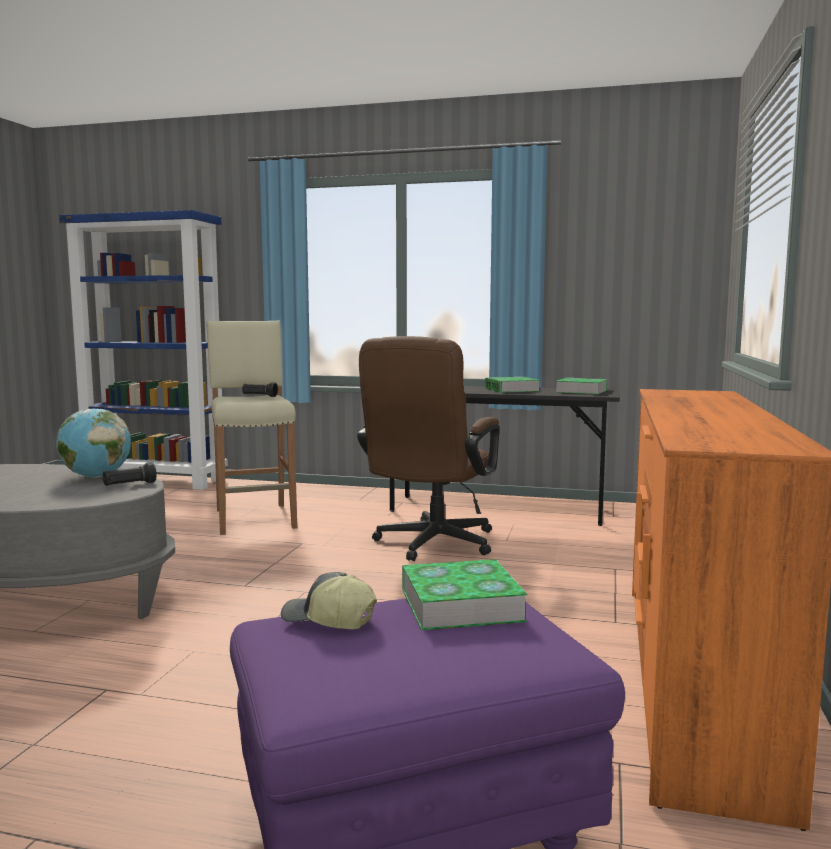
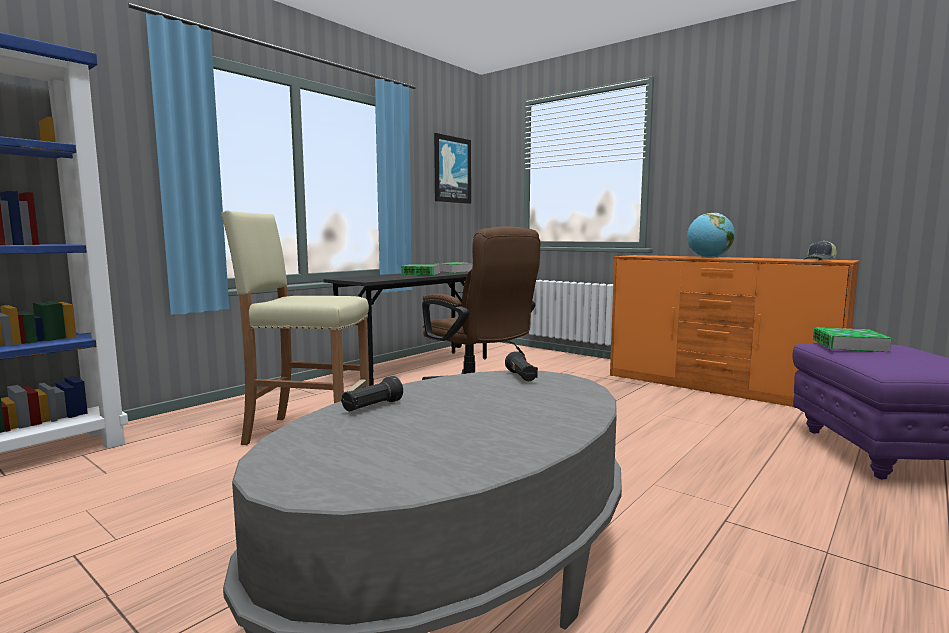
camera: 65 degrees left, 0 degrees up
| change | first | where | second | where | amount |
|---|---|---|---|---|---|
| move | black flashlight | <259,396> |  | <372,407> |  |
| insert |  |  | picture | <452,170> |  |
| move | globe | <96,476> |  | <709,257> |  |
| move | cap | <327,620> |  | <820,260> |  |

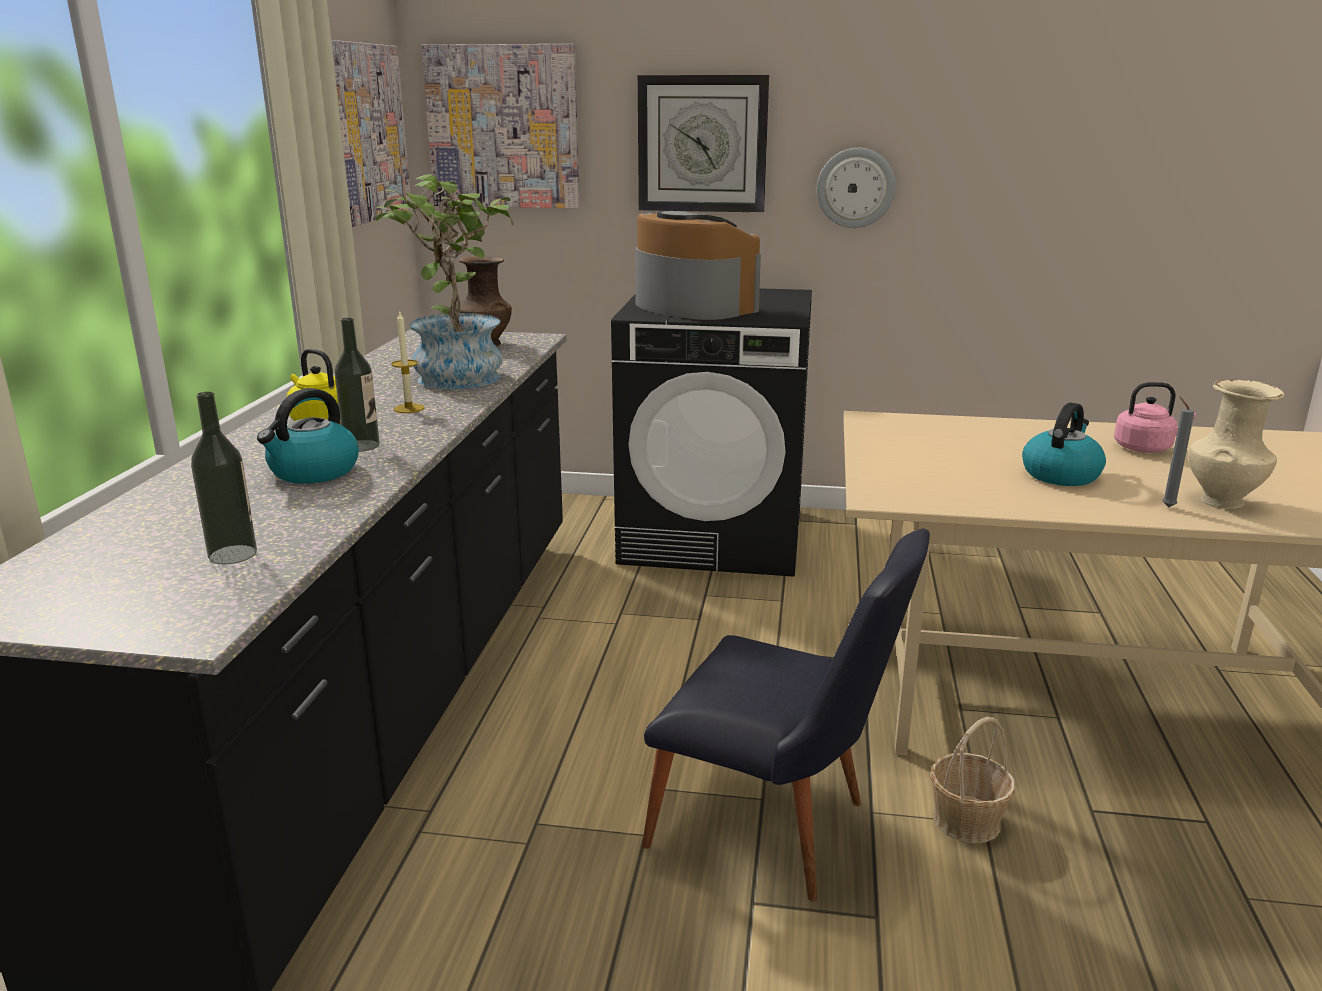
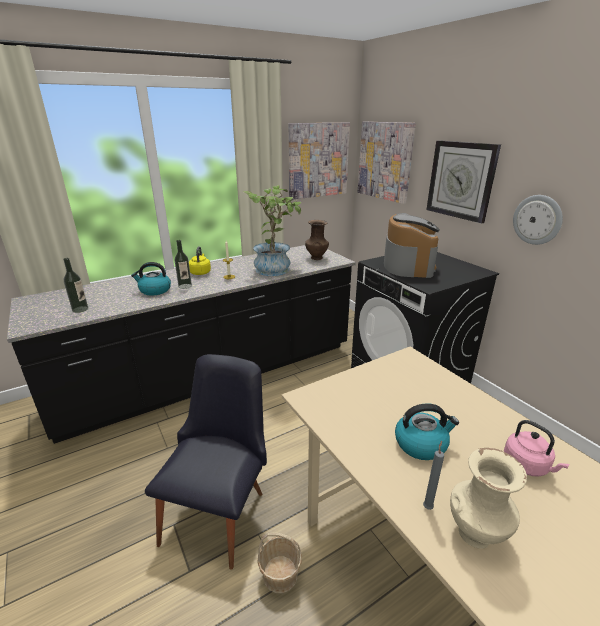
camera: 50 degrees right, 5 degrees up
| change | first | where | second | where | amount |
|---|---|---|---|---|---|
| rotate | black chair | <777,832> |  | <220,509> | 150 degrees counterclockwise |

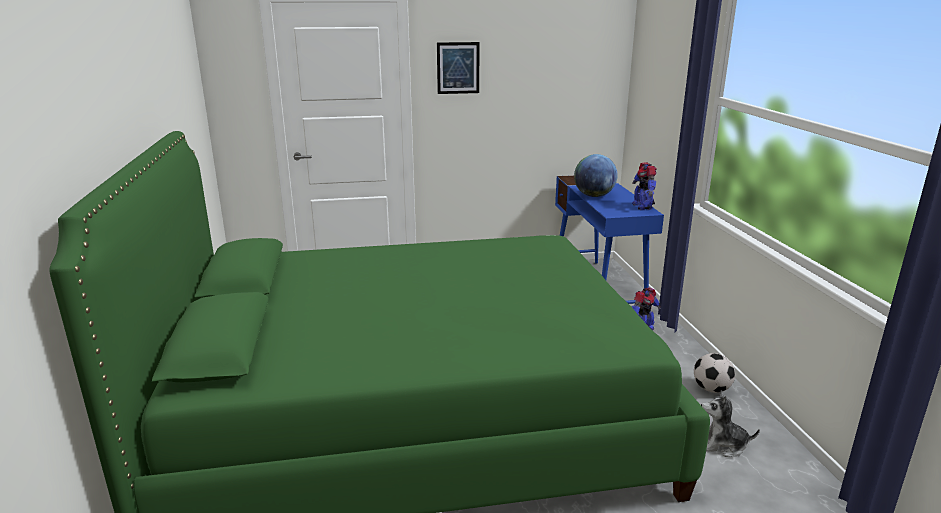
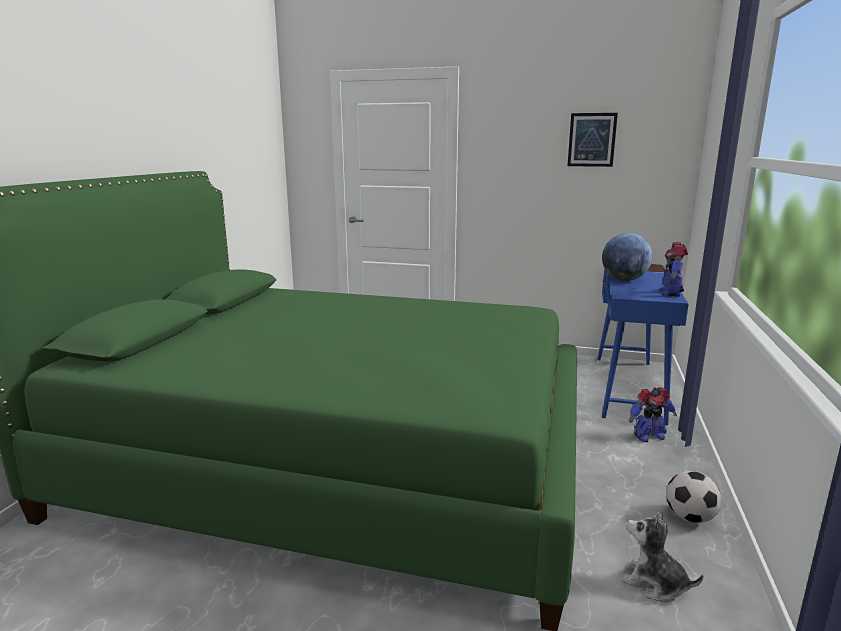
camera: 25 degrees right, 5 degrees down
| change | first | where | second | where | amount |
|---|---|---|---|---|---|
| move | picture | <458,68> |  | <591,140> |  |

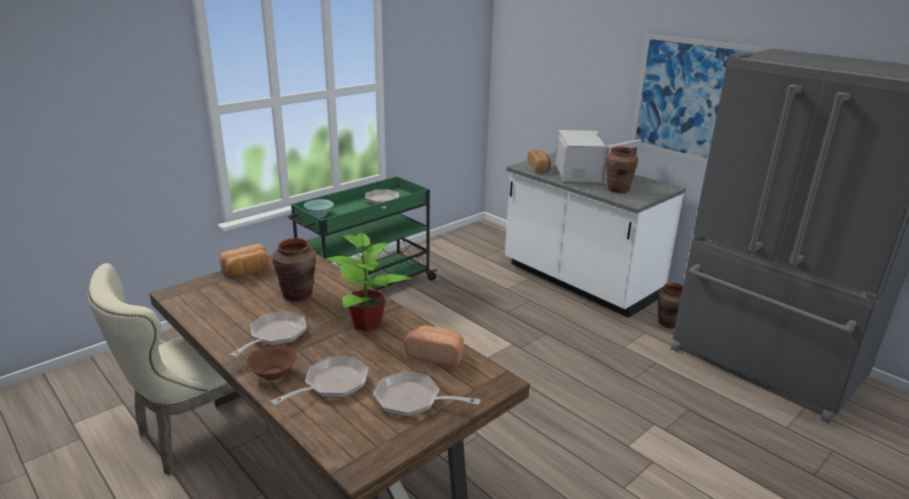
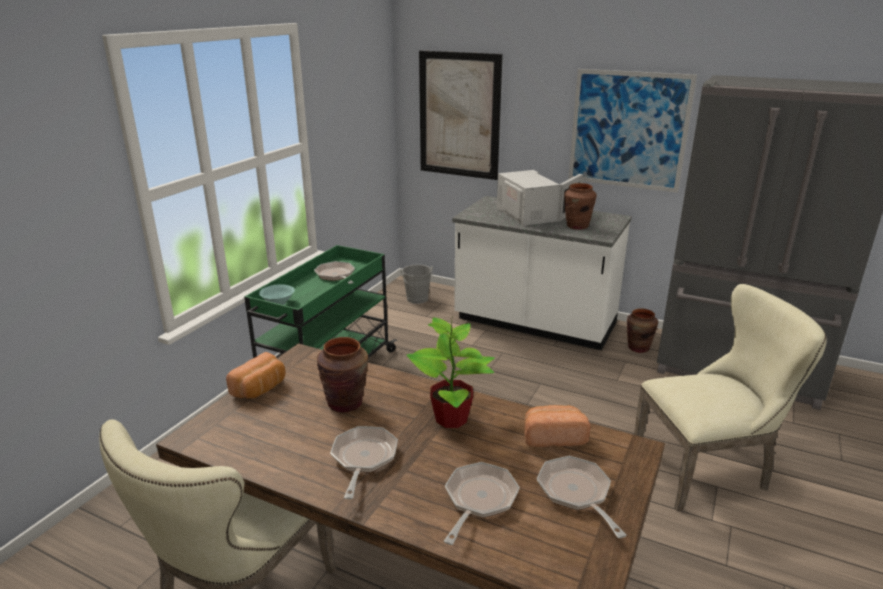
camera: 20 degrees left, 0 degrees up
| change | first | where | second | where | amount |
|---|---|---|---|---|---|
| insert |  |  | grey bucket | <418,300> |  |
| insert |  |  | picture | <459,115> |  |
| rotate | frying pan | <413,400> |  | <576,493> | 75 degrees clockwise |
| insert |  |  | beige chair | <707,469> |  |
| delete | brown bowl | <273,374> |  |  |  |
| delete | bread | <539,168> |  |  |  |

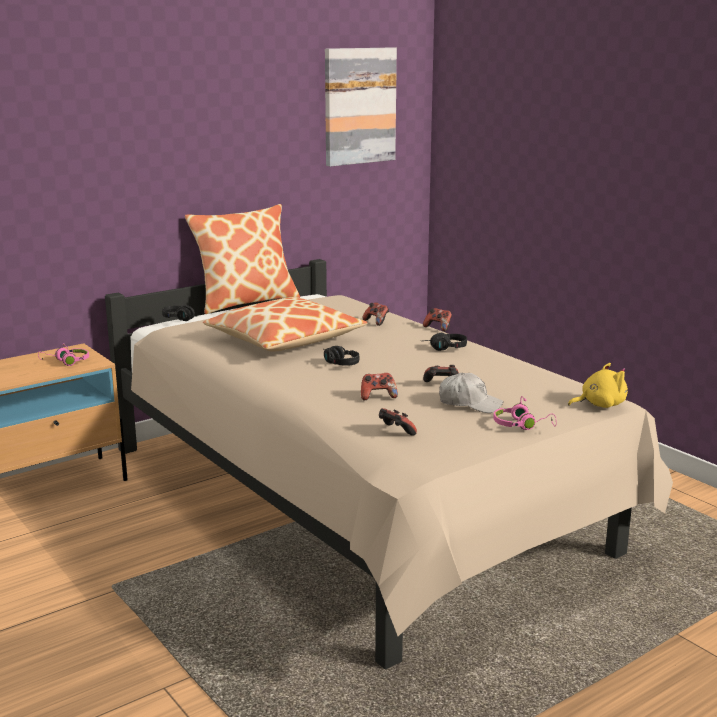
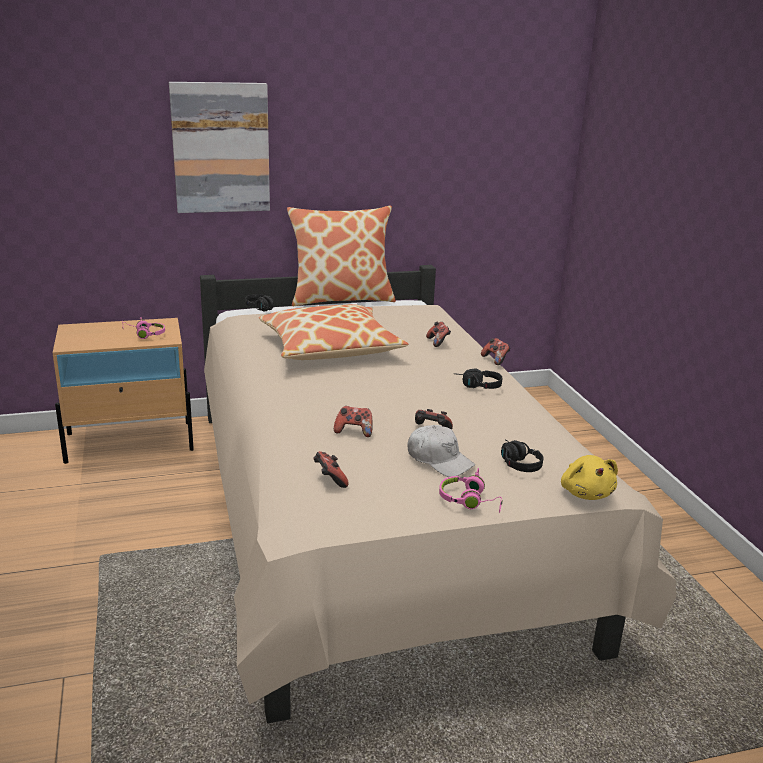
camera: 20 degrees right, 5 degrees up
| change | first | where | second | where | amount |
|---|---|---|---|---|---|
| move | picture | <359,106> |  | <221,148> |  |
| move | black headphones | <337,363> |  | <516,462> |  |
| rotate | yellow plush toy | <600,405> |  | <586,493> | 75 degrees clockwise |

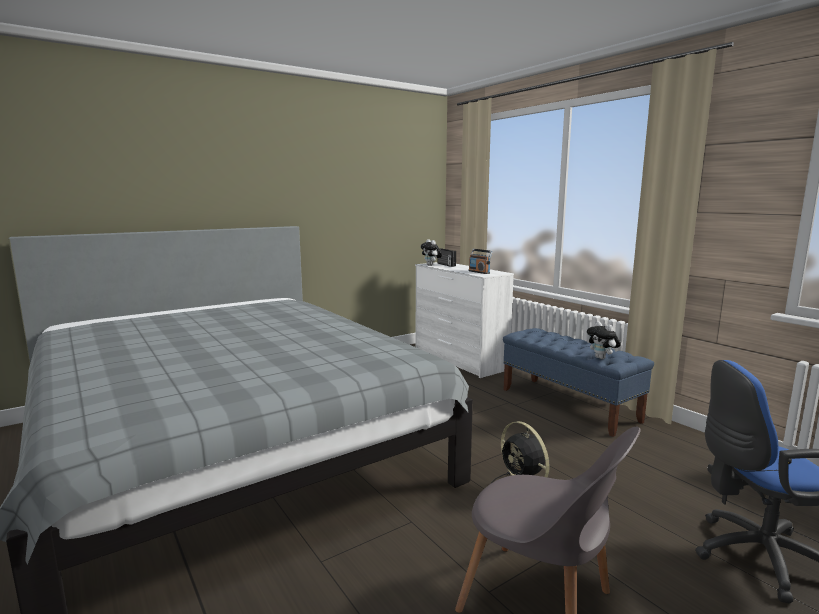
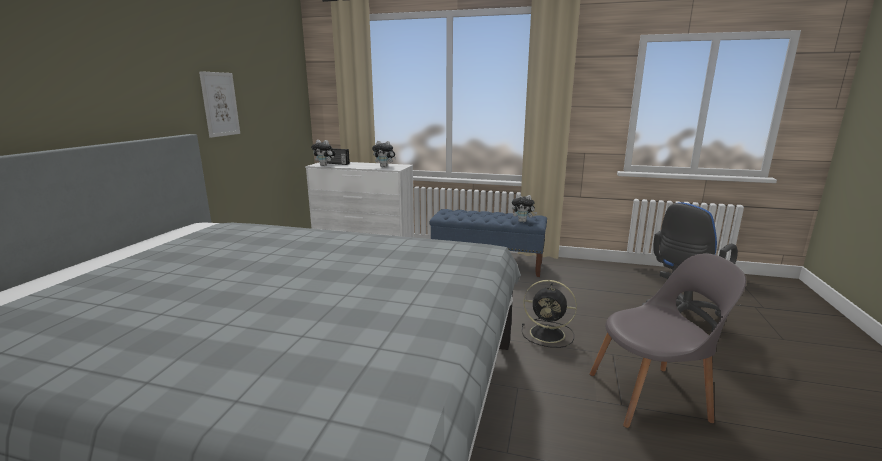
camera: 40 degrees left, 5 degrees up
| change | first | where | second | where | amount |
|---|---|---|---|---|---|
| insert |  |  | picture | <220,104> |  |
| replace | radio | <479,272> | plush toy | <385,167> |  |

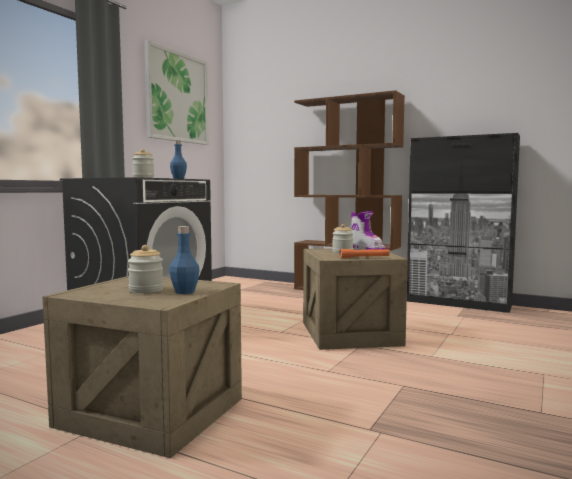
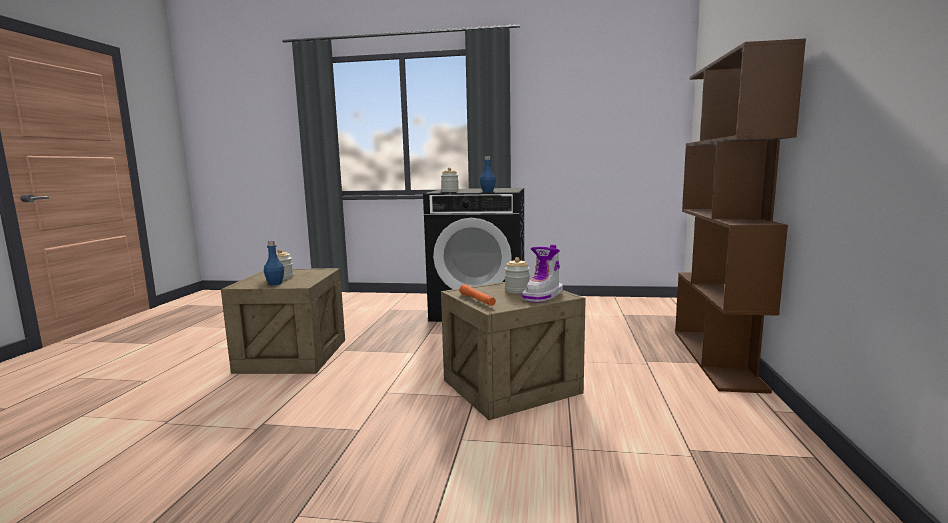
camera: 70 degrees right, 5 degrees up
| change | first | where | second | where | amount |
|---|---|---|---|---|---|
| delete | picture | <177,97> |  |  |  |
| delete | black cabinet | <458,303> |  |  |  |

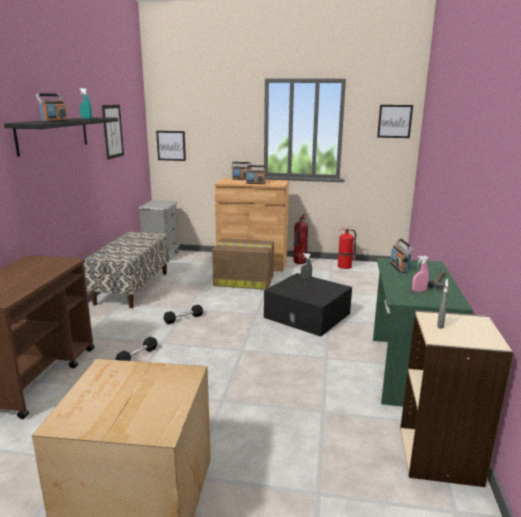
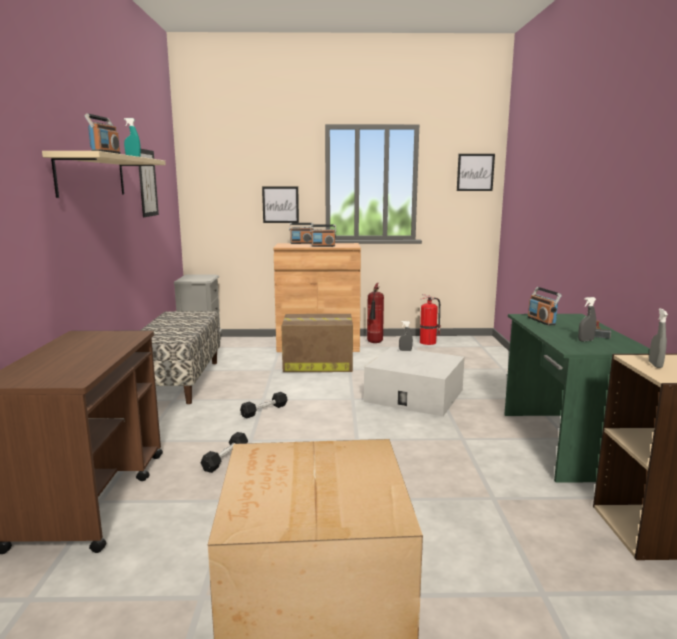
camera: 10 degrees left, 5 degrees down
| change | first | where | second | where | amount |
|---|---|---|---|---|---|
| recolor | black shelf | <54,134> | beige shelf | <92,176> |  |
| move | picture | <171,145> |  | <280,204> |  |
| recolor | black storage box | <307,315> | white storage box | <414,395> |  |
| recolor | pink spray bottle | <419,291> | grey spray bottle | <585,340> |  |

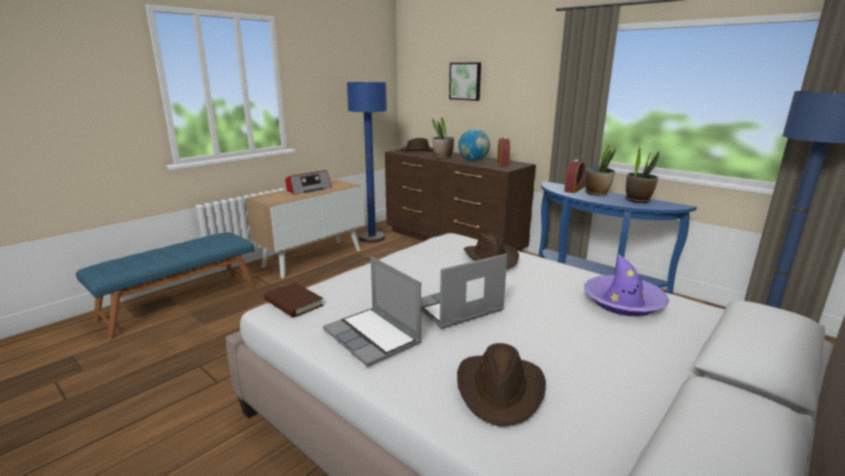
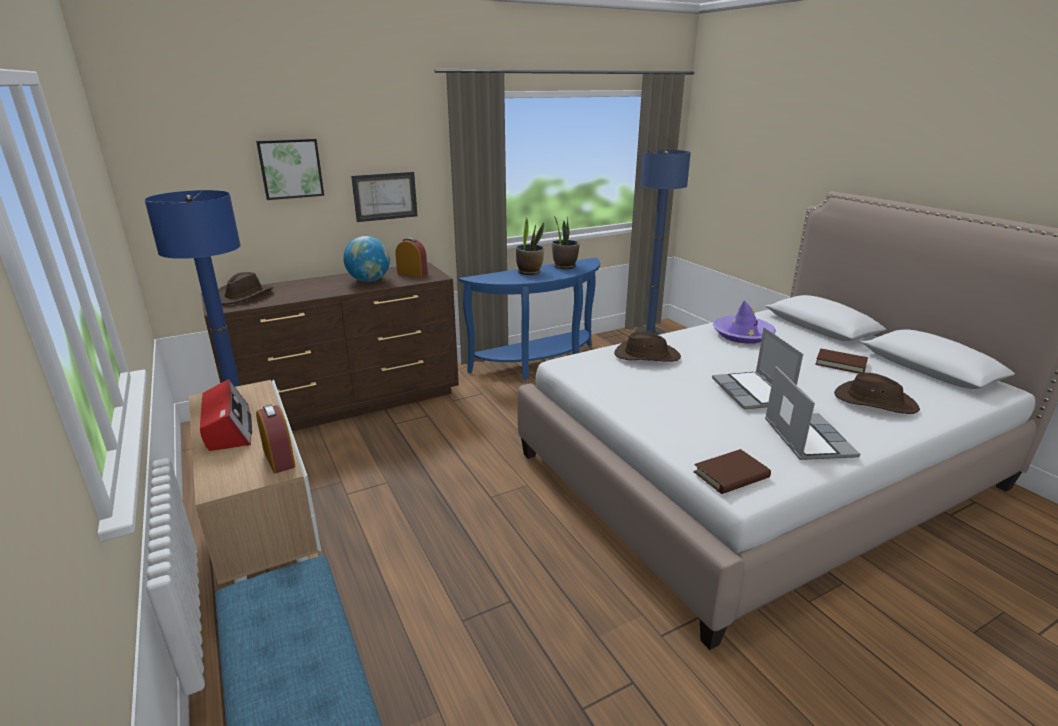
camera: 70 degrees left, 5 degrees up
| change | first | where | second | where | amount |
|---|---|---|---|---|---|
| move | alarm clock | <573,190> |  | <279,459> |  |
| insert |  |  | picture | <385,196> |  |
| rotate | laptop | <373,337> |  | <806,437> | 75 degrees counterclockwise |
| insert |  |  | brown book | <840,364> |  |
| delete | potted plant | <442,157> |  |  |  |

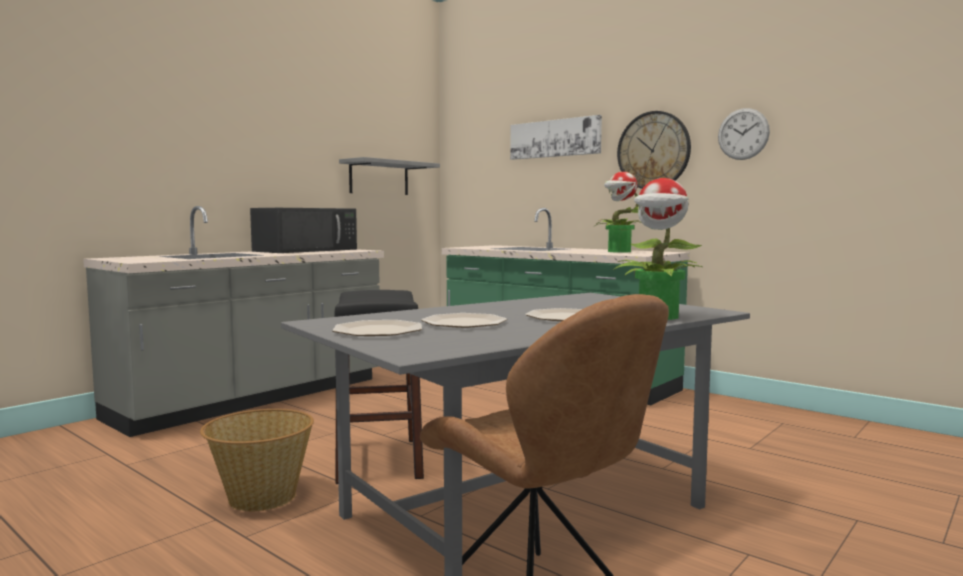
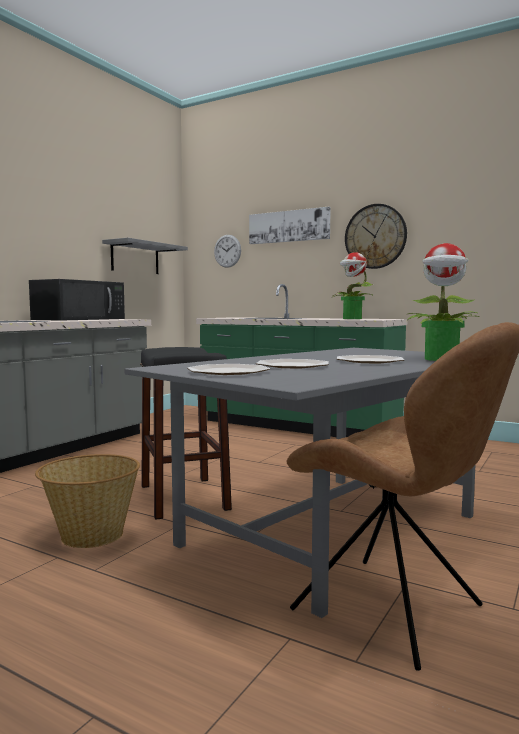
camera: 10 degrees left, 0 degrees up
| change | first | where | second | where | amount |
|---|---|---|---|---|---|
| move | wall clock | <743,134> |  | <227,251> |  |

